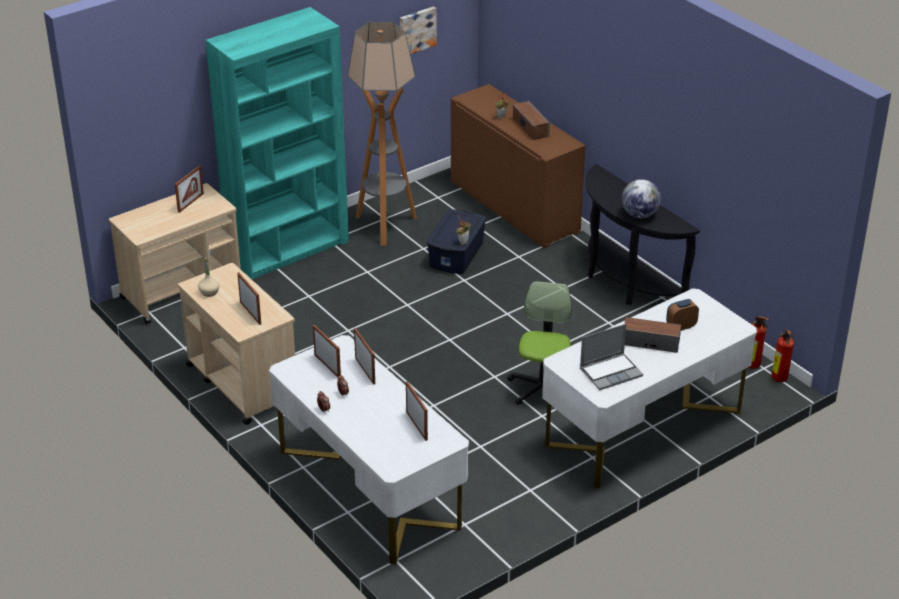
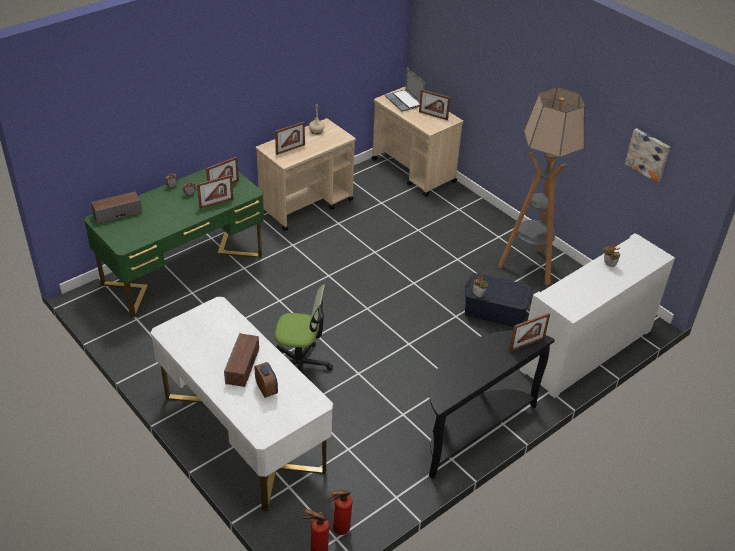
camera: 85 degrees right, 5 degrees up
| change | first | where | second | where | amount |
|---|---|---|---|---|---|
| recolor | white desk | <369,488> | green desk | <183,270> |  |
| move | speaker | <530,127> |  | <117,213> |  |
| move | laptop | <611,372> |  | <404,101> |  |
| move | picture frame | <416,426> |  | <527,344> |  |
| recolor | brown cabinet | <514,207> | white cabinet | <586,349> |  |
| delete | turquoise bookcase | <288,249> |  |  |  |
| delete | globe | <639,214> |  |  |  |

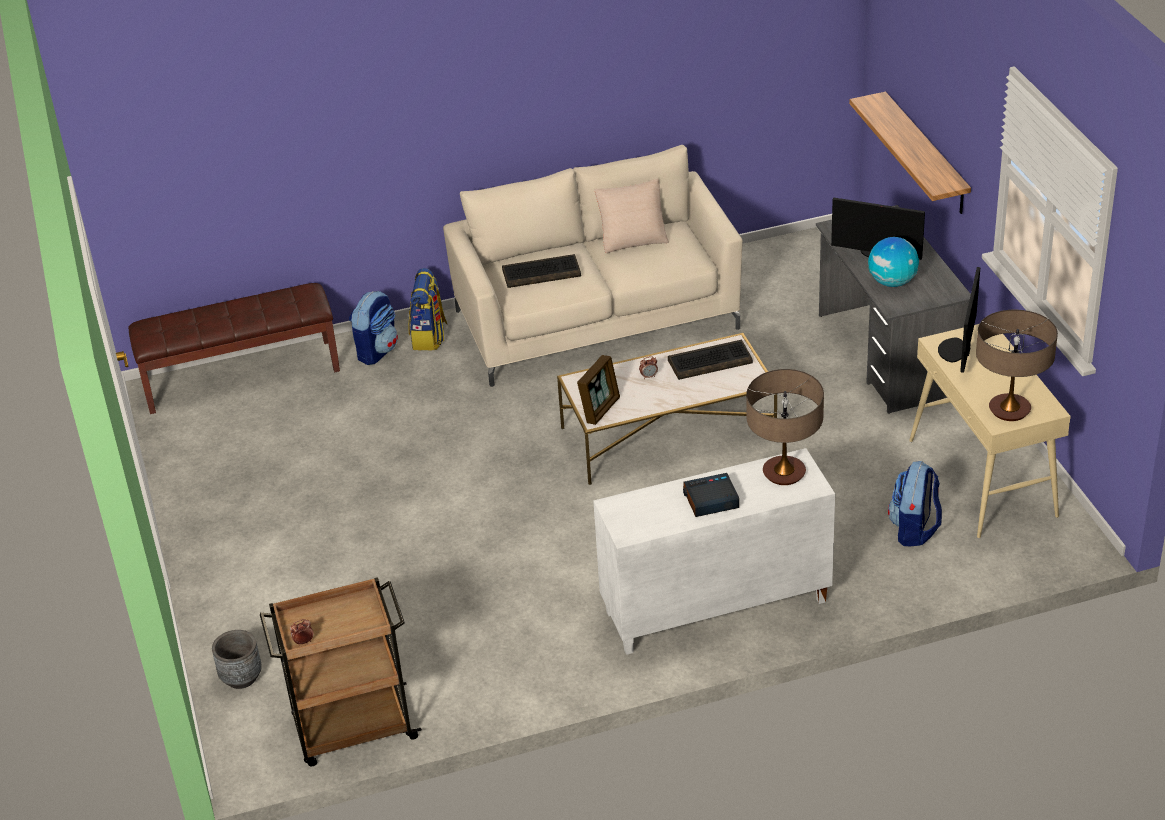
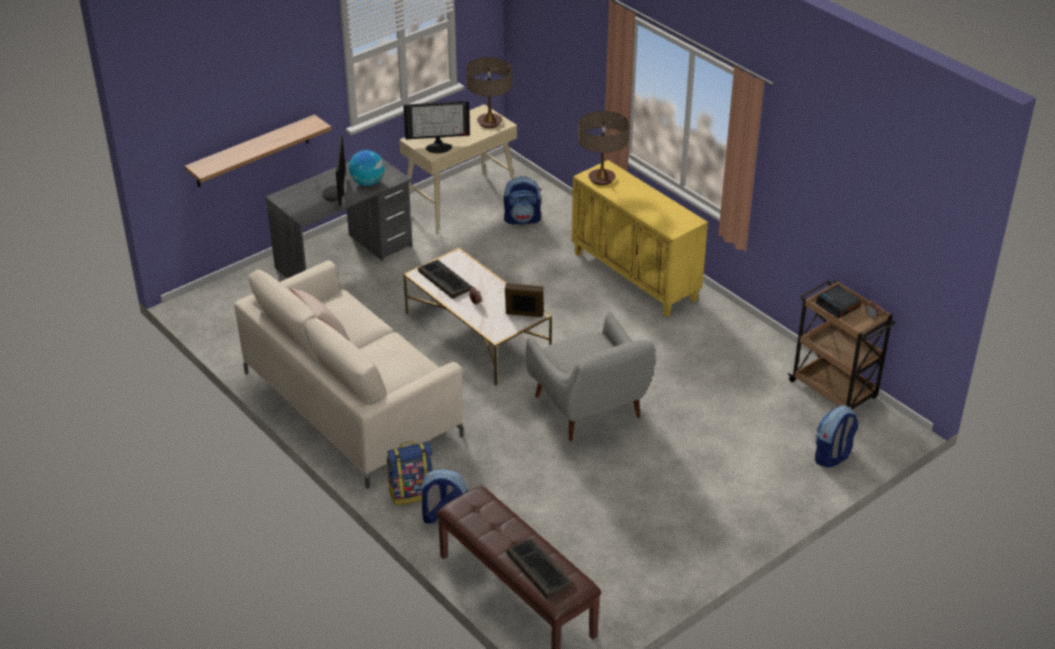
camera: 115 degrees left, 0 degrees up
| change | first | where | second | where | amount |
|---|---|---|---|---|---|
| move | keyboard | <542,272> |  | <538,569> |  |
| insert |  |  | grey armchair | <590,410> |  |
| recolor | white cabinet | <715,608> | yellow cabinet | <636,277> |  |
| replace | grey planter | <241,677> | backpack | <832,456> |  |
| move | alarm clock | <710,500> |  | <838,306> |  |

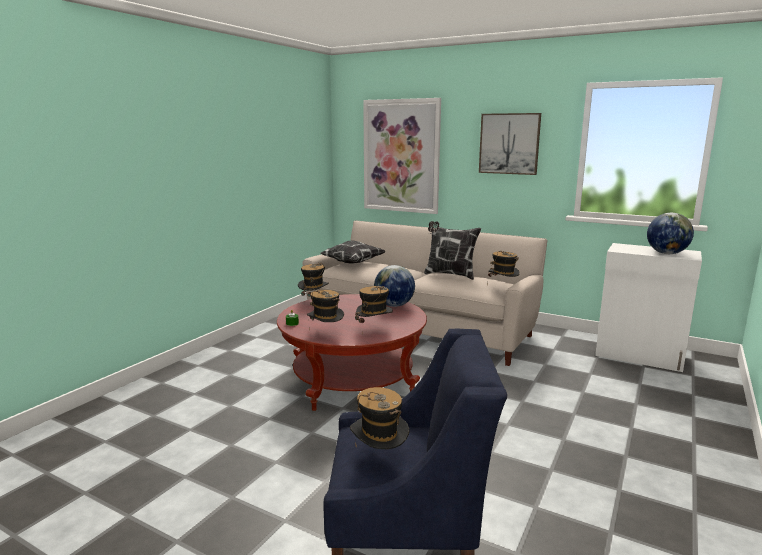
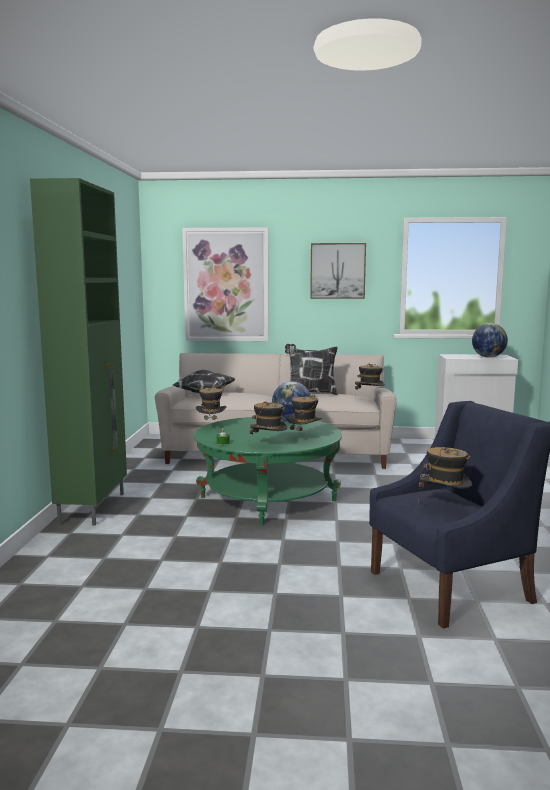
camera: 25 degrees left, 5 degrees down
| change | first | where | second | where | amount |
|---|---|---|---|---|---|
| insert |  |  | green cabinet | <94,507> |  |
| recolor | red coffee table | <353,380> | green coffee table | <268,498> |  |

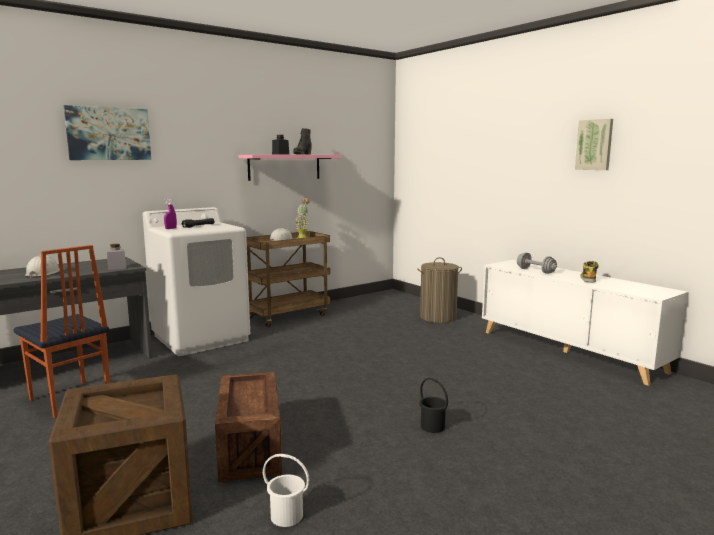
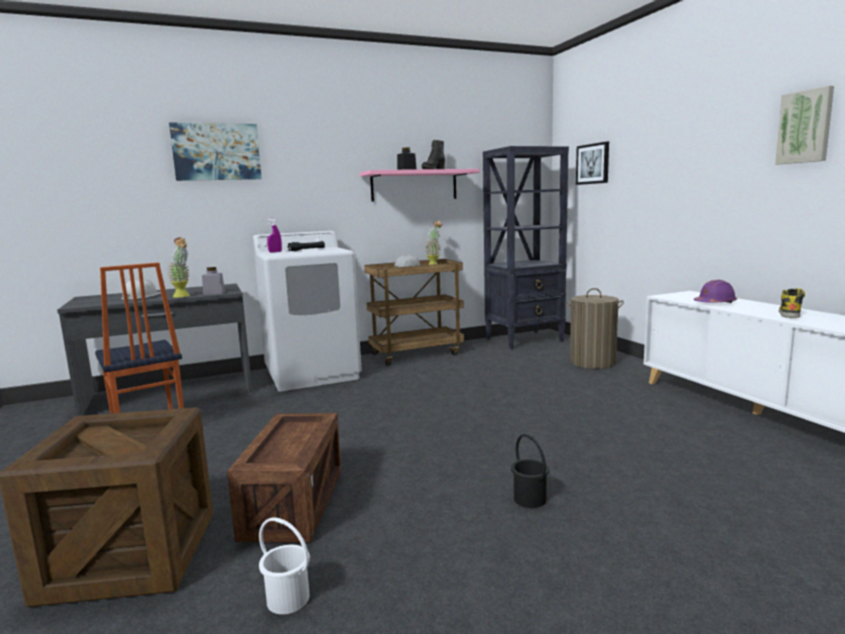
camera: 15 degrees right, 0 degrees up
| change | first | where | second | where | amount |
|---|---|---|---|---|---|
| insert |  |  | potted plant | <183,296> |  |
| insert |  |  | black bookcase | <525,340> |  |
| insert |  |  | picture | <593,164> |  |
| replace | grey dumbbell | <535,271> | purple hard hat | <715,303> |  |

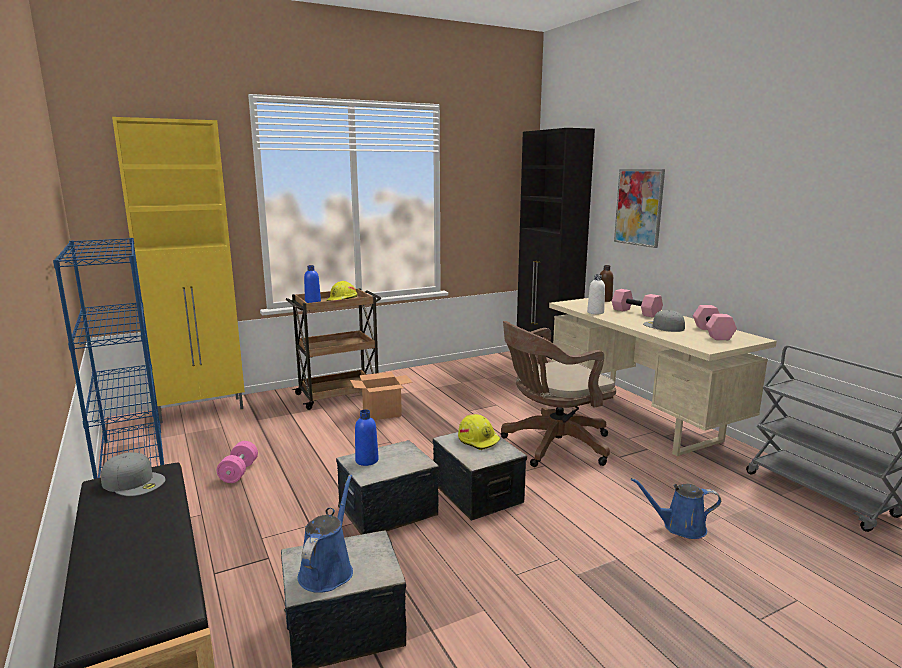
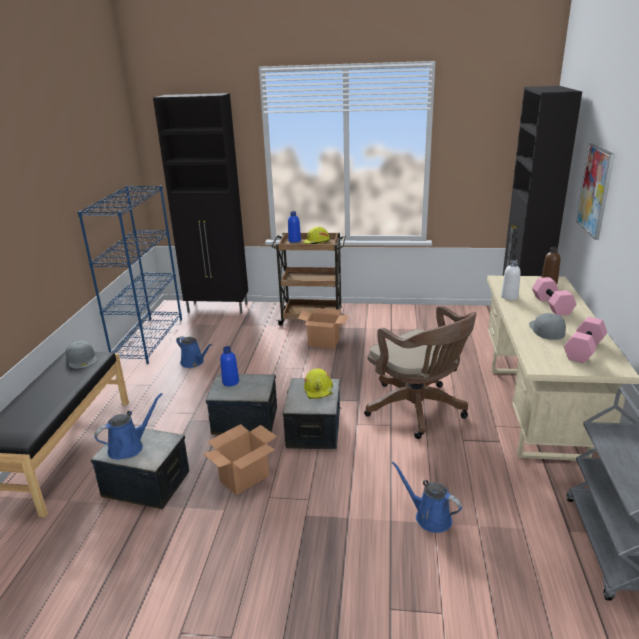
camera: 35 degrees right, 10 degrees up
| change | first | where | second | where | amount |
|---|---|---|---|---|---|
| recolor | yellow cabinet | <202,410> | black cabinet | <218,308> |  |
| replace | pink dumbbell | <239,472> | blue watering can | <194,362> |  |
| insert |  |  | cardboard box | <244,478> |  |
| rotate | brown office chair | <552,446> |  | <418,410> | 135 degrees counterclockwise |

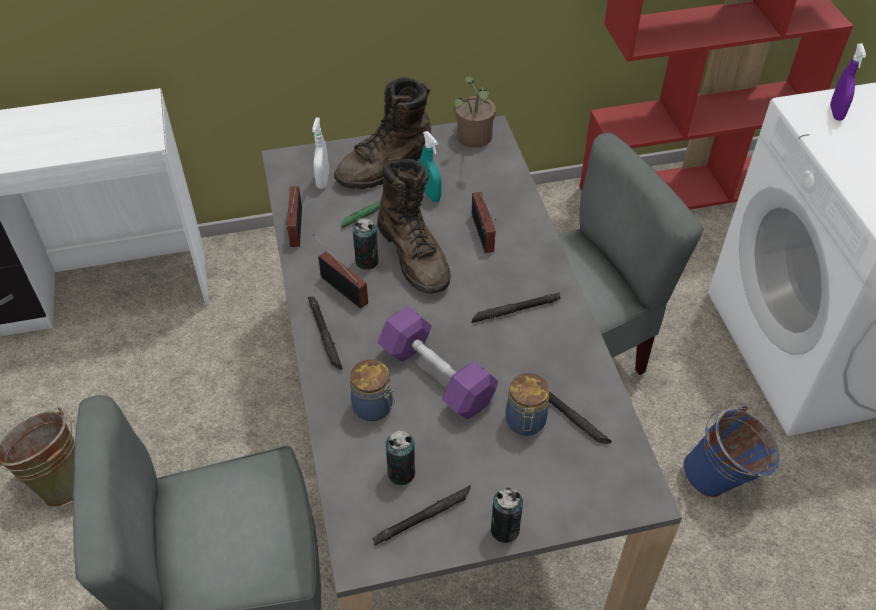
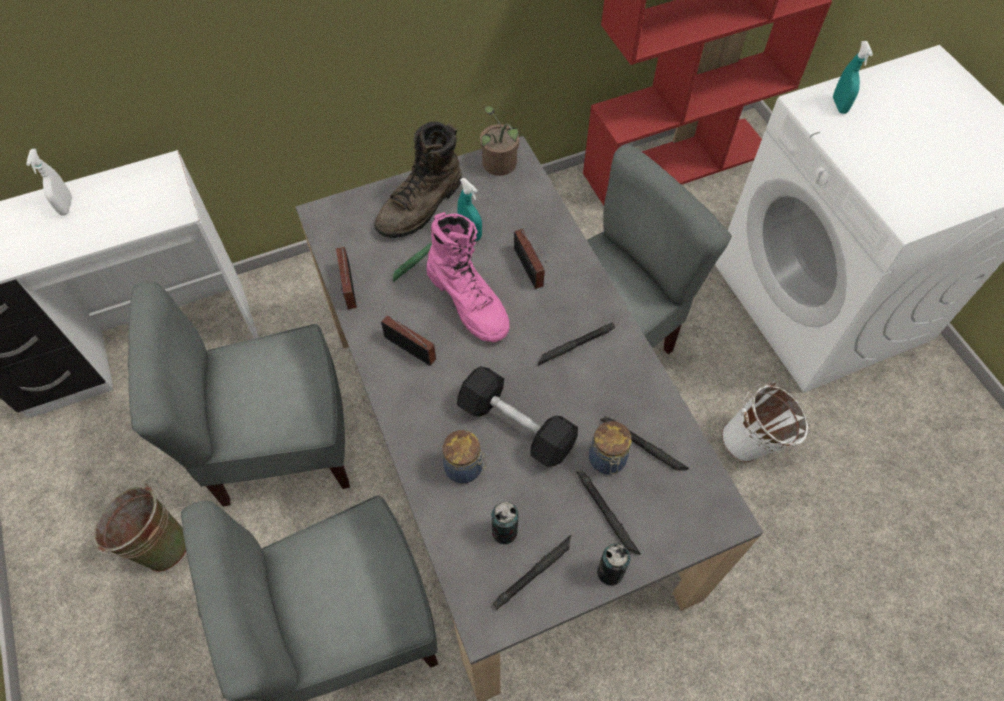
camera: 10 degrees left, 10 degrees up
| change | first | where | second | where | amount |
|---|---|---|---|---|---|
| move | white spray bottle | <323,181> |  | <66,206> |  |
| insert |  |  | grey chair | <281,444> |  |
| recolor | brown boot | <414,255> | pink boot | <469,301> |  |
| recolor | purple dumbbell | <436,376> | black dumbbell | <516,425> |  |
| move | black flashlight | <325,335> |  | <606,513> |  |
| recolor | blue bucket | <721,481> | white bucket | <754,444> |  |
| recolor | purple spray bottle | <836,113> | turquoise spray bottle | <839,105> |  |
| delete | can | <367,261> |  |  |  |

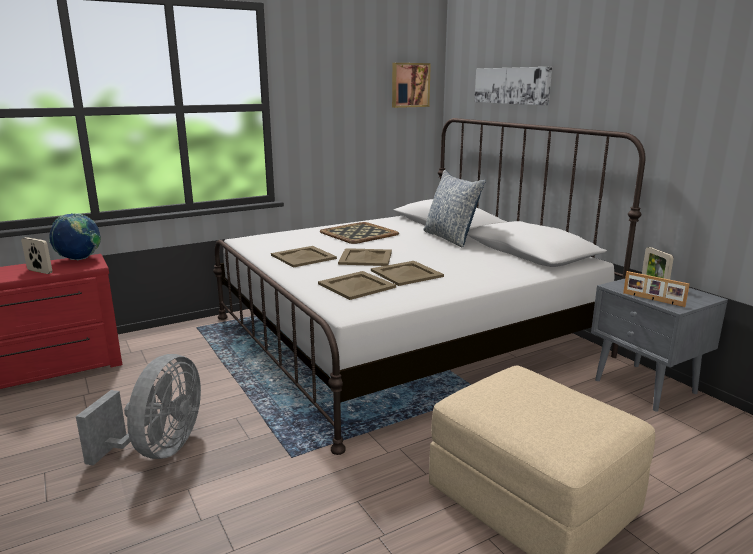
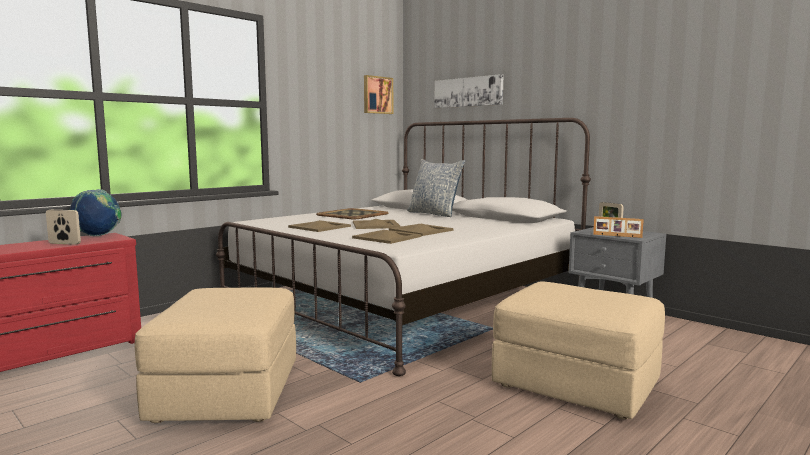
camera: 15 degrees left, 10 degrees down
| change | first | where | second | where | amount |
|---|---|---|---|---|---|
| replace | grey fan | <158,449> | beige ottoman | <227,391> |  |

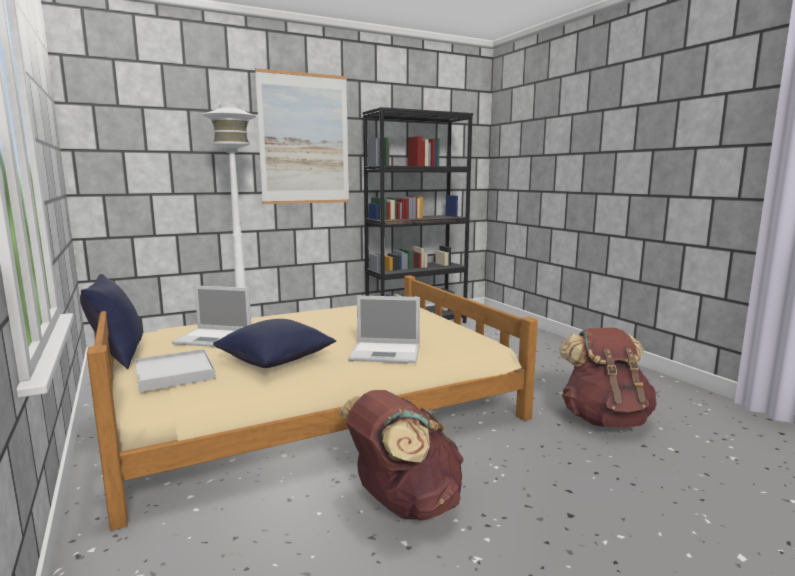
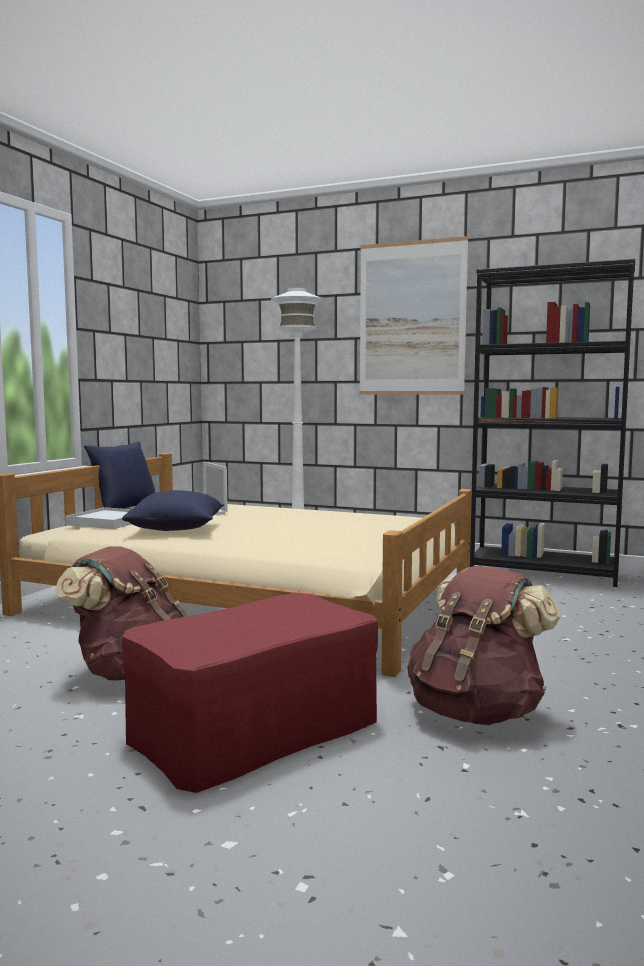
camera: 50 degrees right, 5 degrees down
| change | first | where | second | where | amount |
|---|---|---|---|---|---|
| insert |  |  | red ottoman | <254,729> |  |
| delete | laptop | <387,353> |  |  |  |

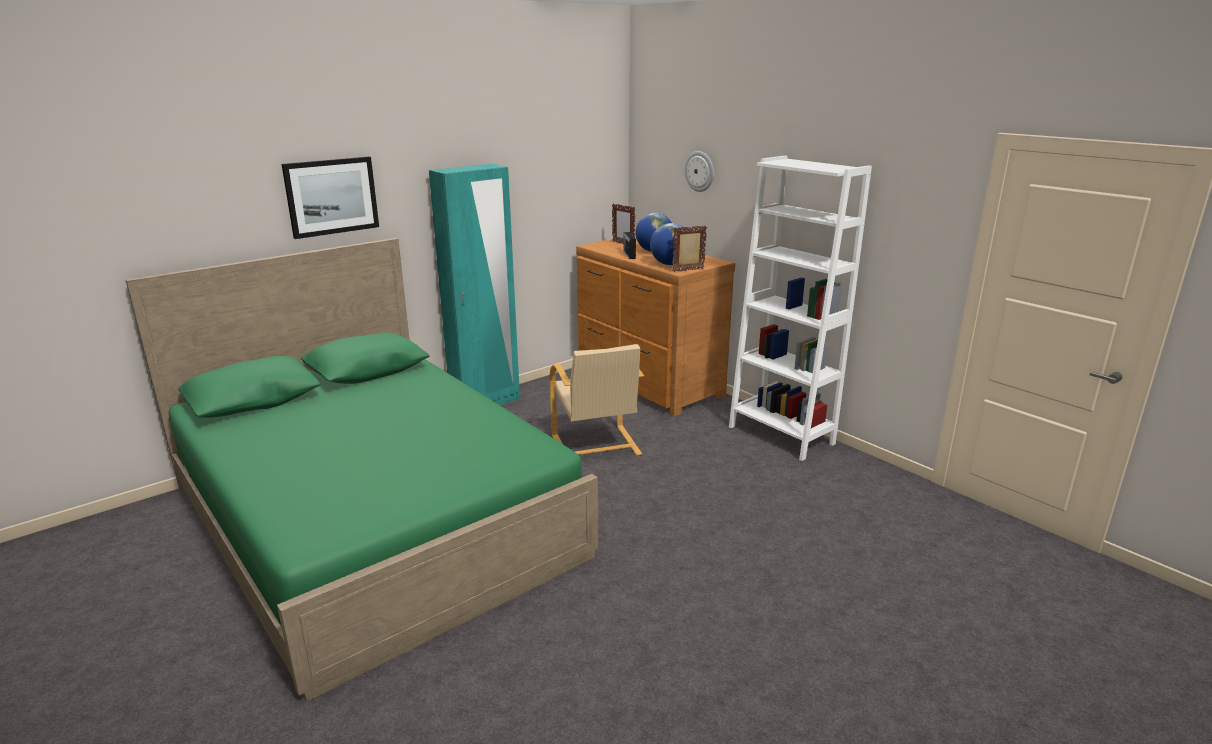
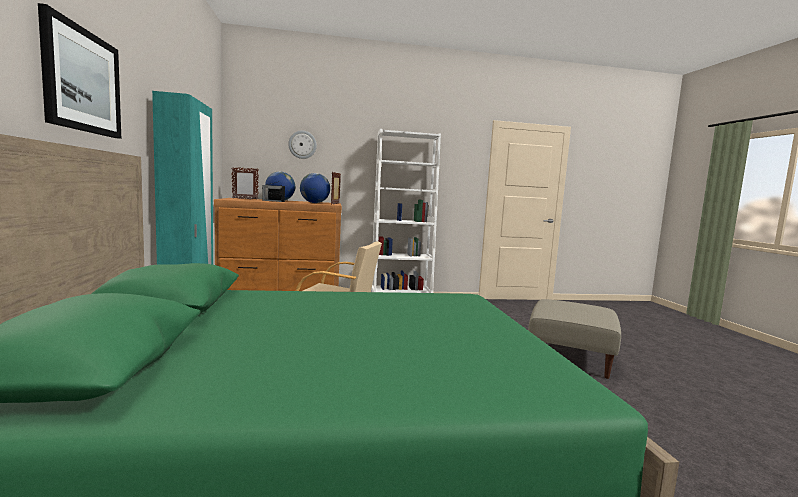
camera: 60 degrees left, 15 degrees down
| change | first | where | second | where | amount |
|---|---|---|---|---|---|
| insert |  |  | beige ottoman | <569,356> |  |

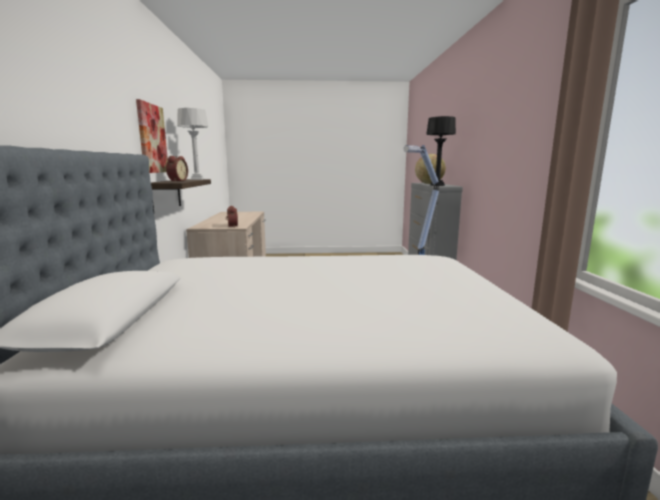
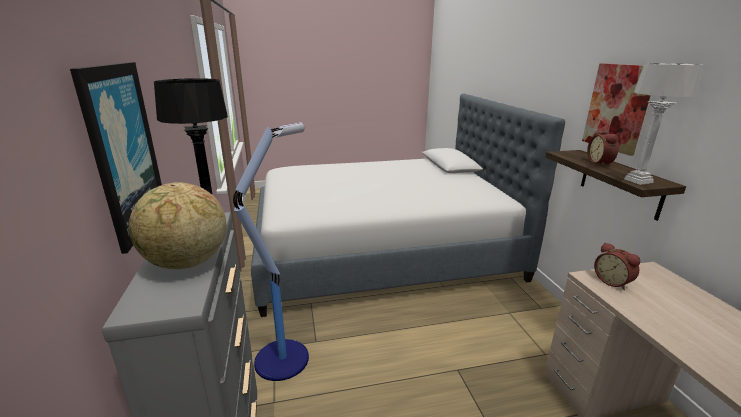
camera: 170 degrees right, 10 degrees up
| change | first | where | second | where | amount |
|---|---|---|---|---|---|
| insert |  |  | picture | <123,151> |  |

